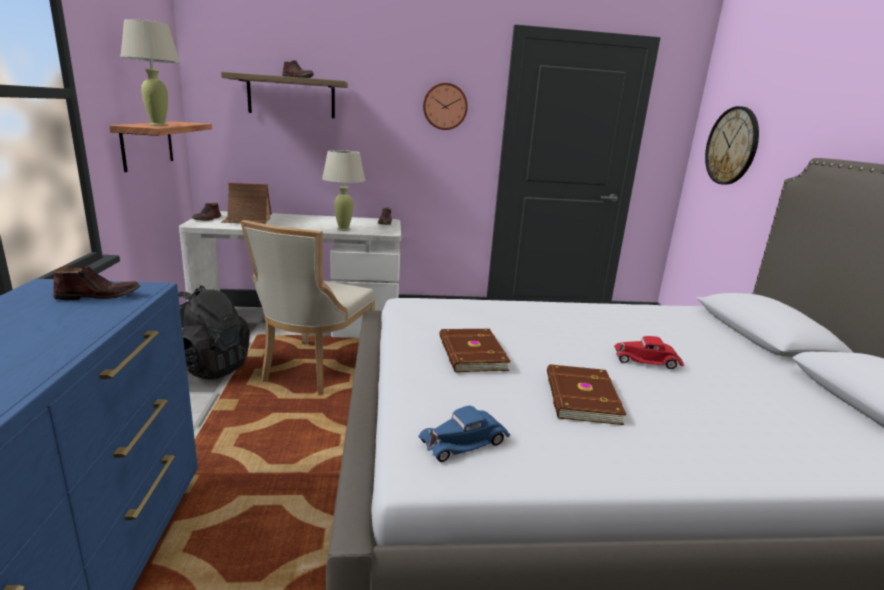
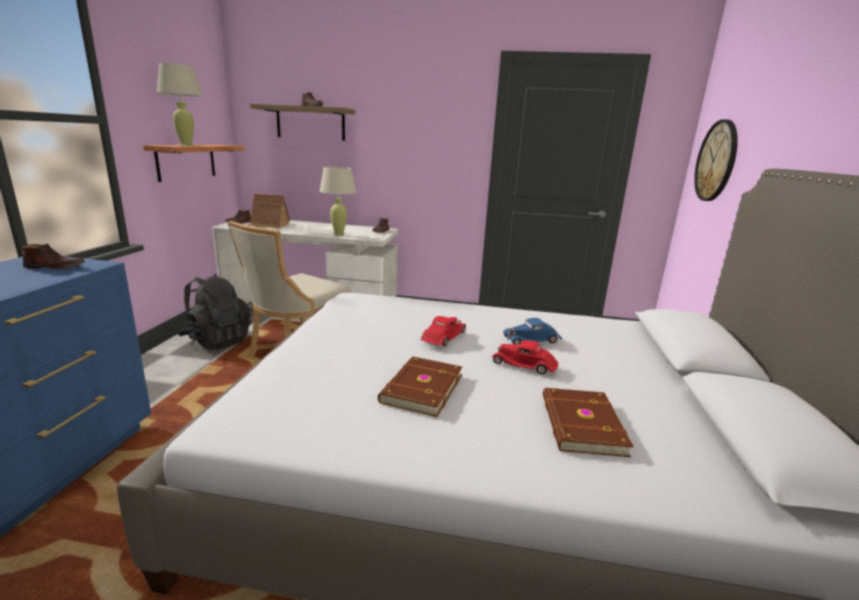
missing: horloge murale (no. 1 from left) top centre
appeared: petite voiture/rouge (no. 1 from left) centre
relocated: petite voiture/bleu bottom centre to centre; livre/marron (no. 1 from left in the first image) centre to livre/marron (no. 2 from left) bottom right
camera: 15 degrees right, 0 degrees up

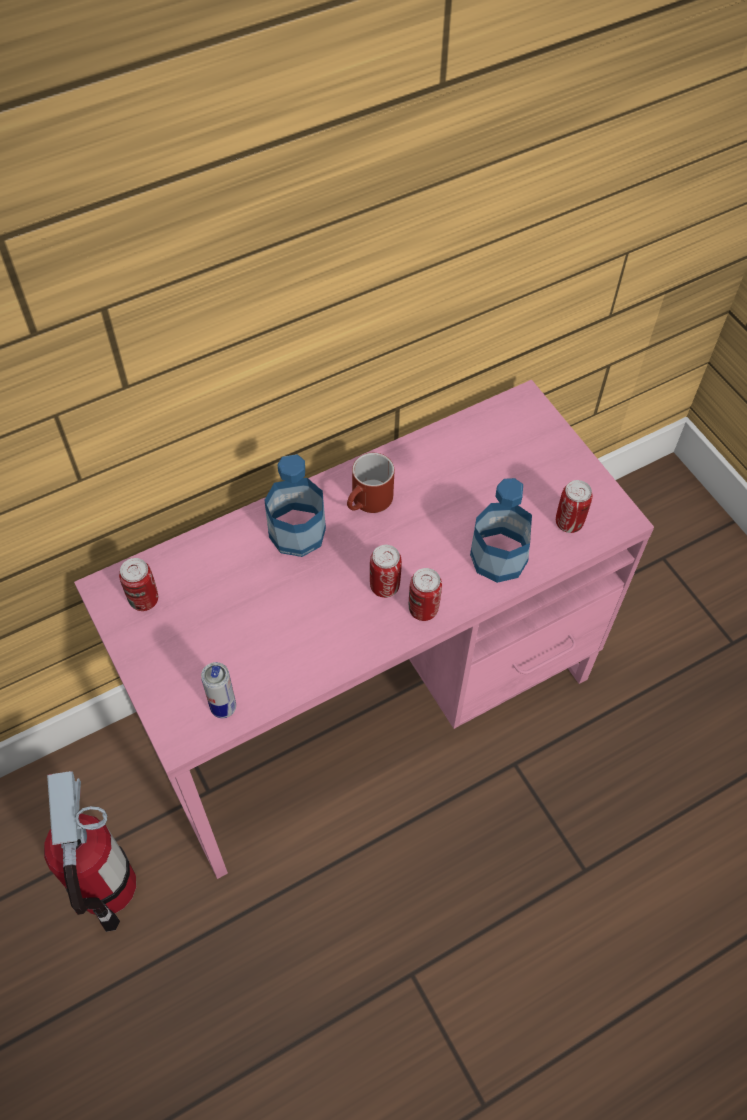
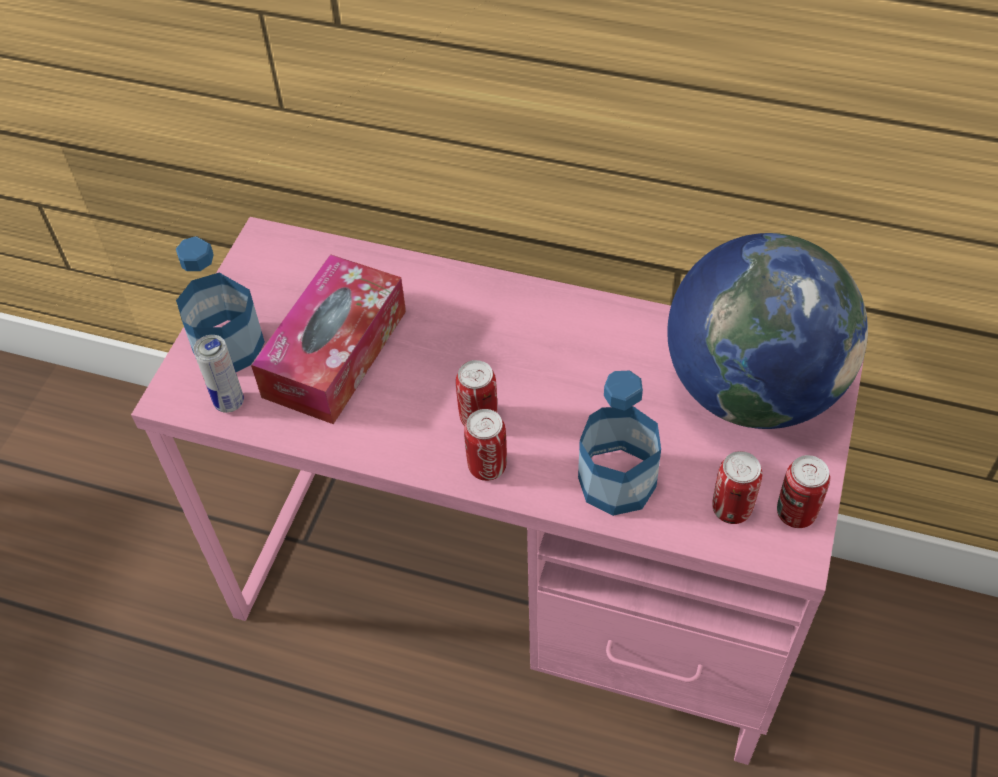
missing: extincteur bottom left; mug/rouge centre
appeared: boîte à mouchoirs middle left; globe middle right
relocated: bouteille (no. 1 from left) centre to middle left; boîte métallique (no. 1 from left in the first image) middle left to boîte métallique (no. 5 from left) middle right
camera: 50 degrees right, 5 degrees down

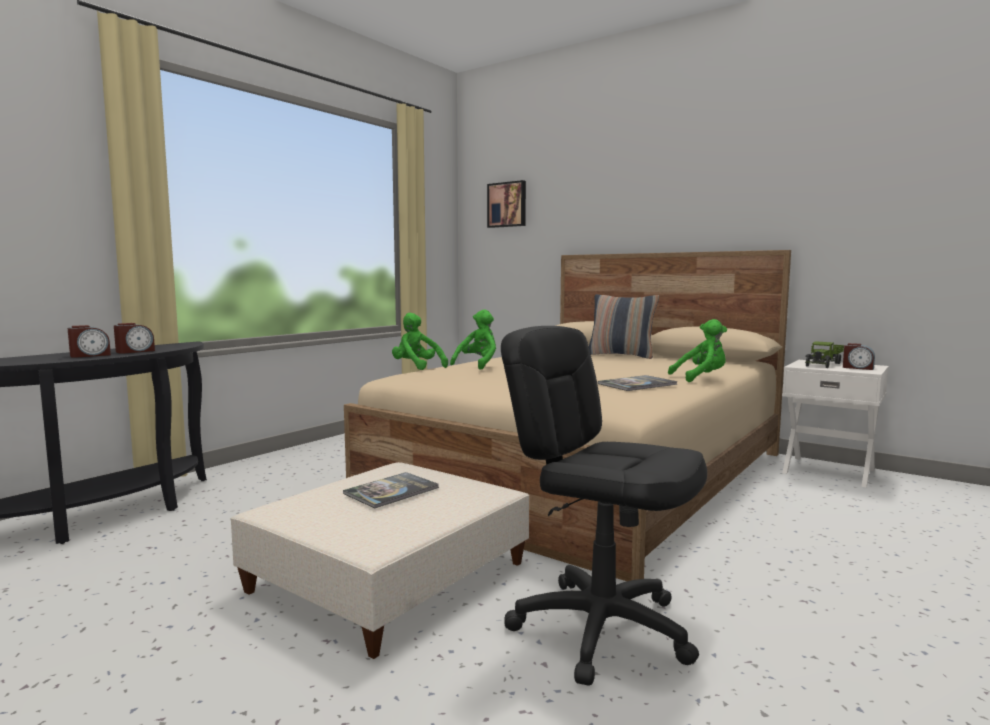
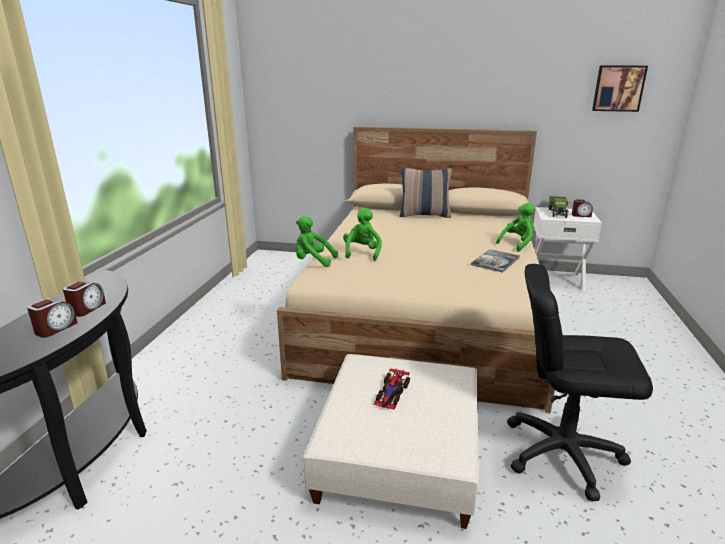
relocated: tableau top centre to top right
exchanged: livre (no. 1 from left) bottom centre to petite voiture bottom centre
camera: 25 degrees left, 15 degrees up

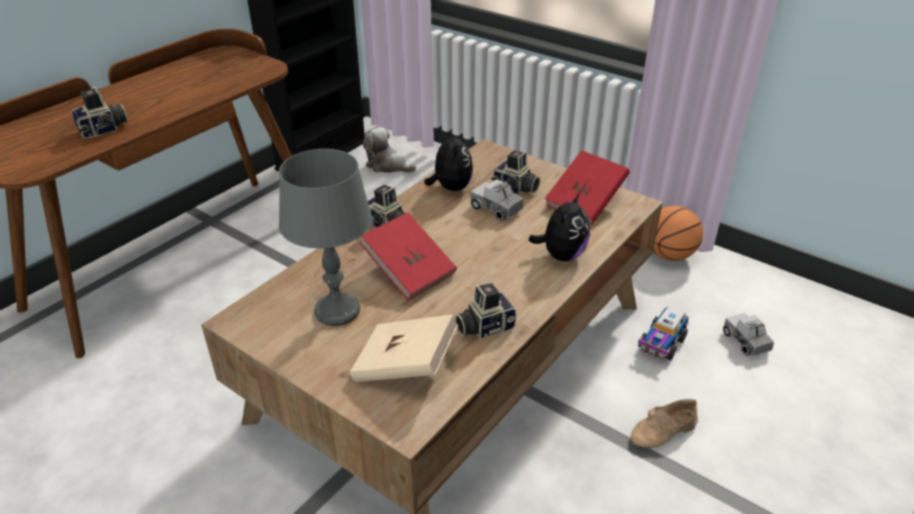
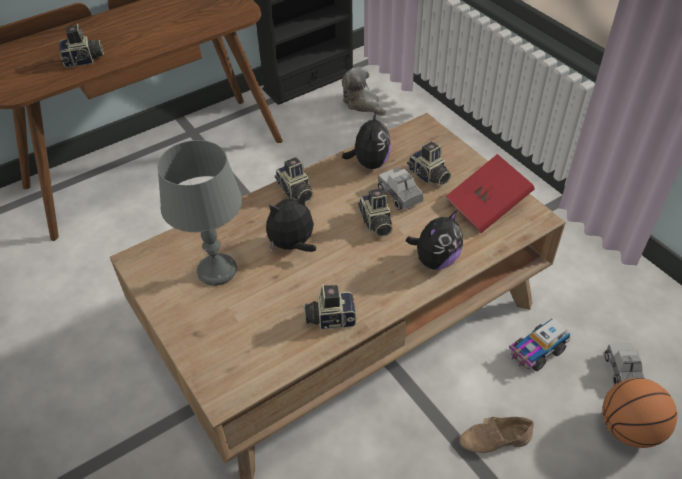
missing: livre/beige bottom centre
appeared: appareil photo (no. 4 from left) centre
relocated: ballon de basket middle right to bottom right
exchanged: livre/rouge (no. 1 from left) centre to peluche (no. 1 from left) centre
camera: 20 degrees right, 10 degrees up

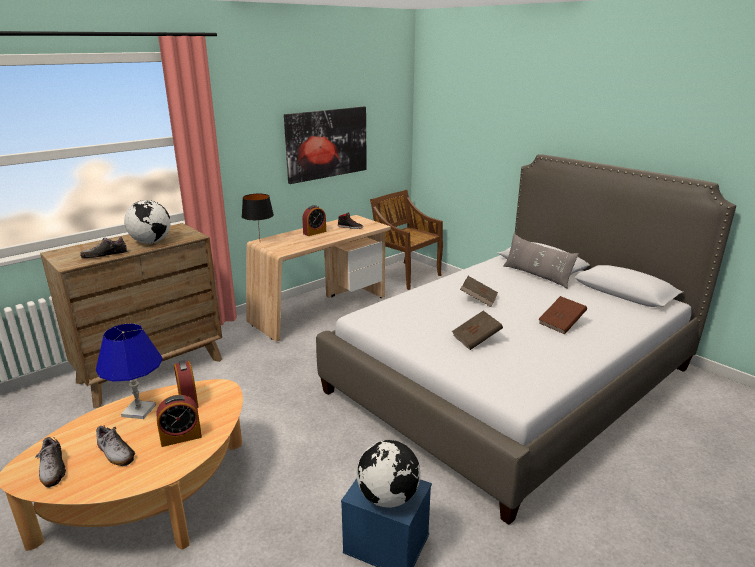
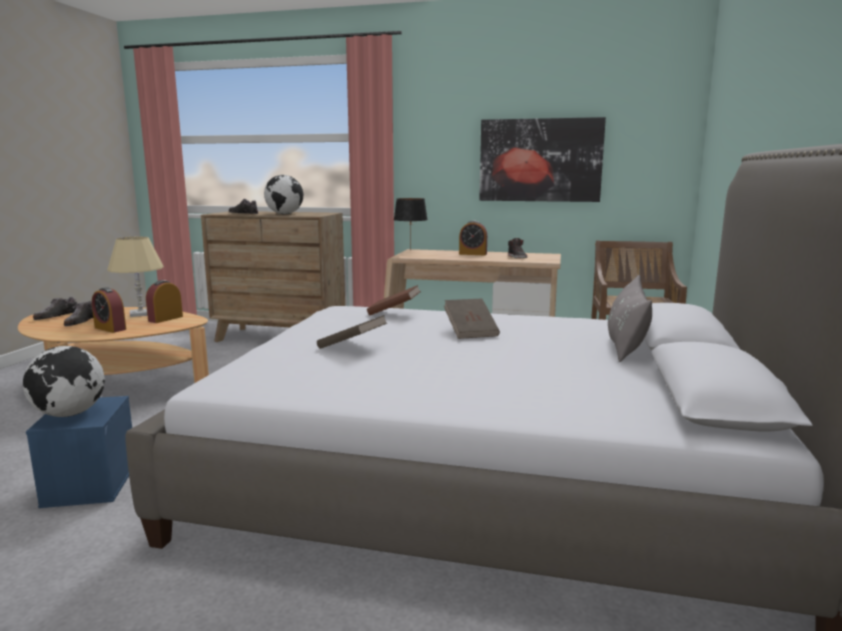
relocated: livre/marron (no. 3 from left in the first image) middle right to livre/marron (no. 2 from left) centre
colour: lampe de table/bleu middle left to lampe de table/beige middle left
camera: 55 degrees right, 10 degrees down

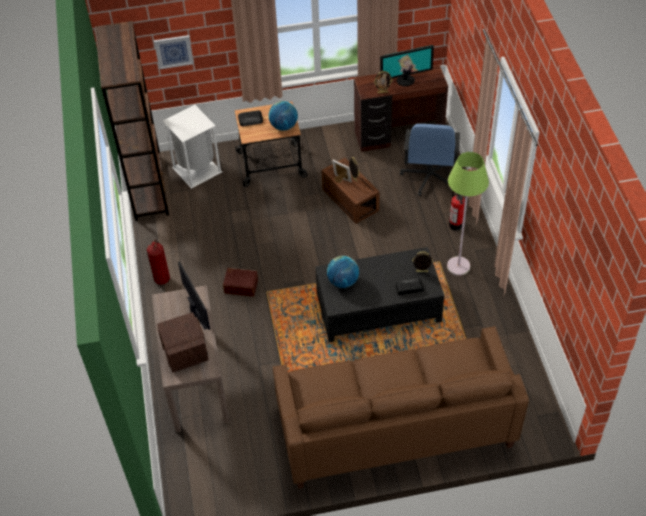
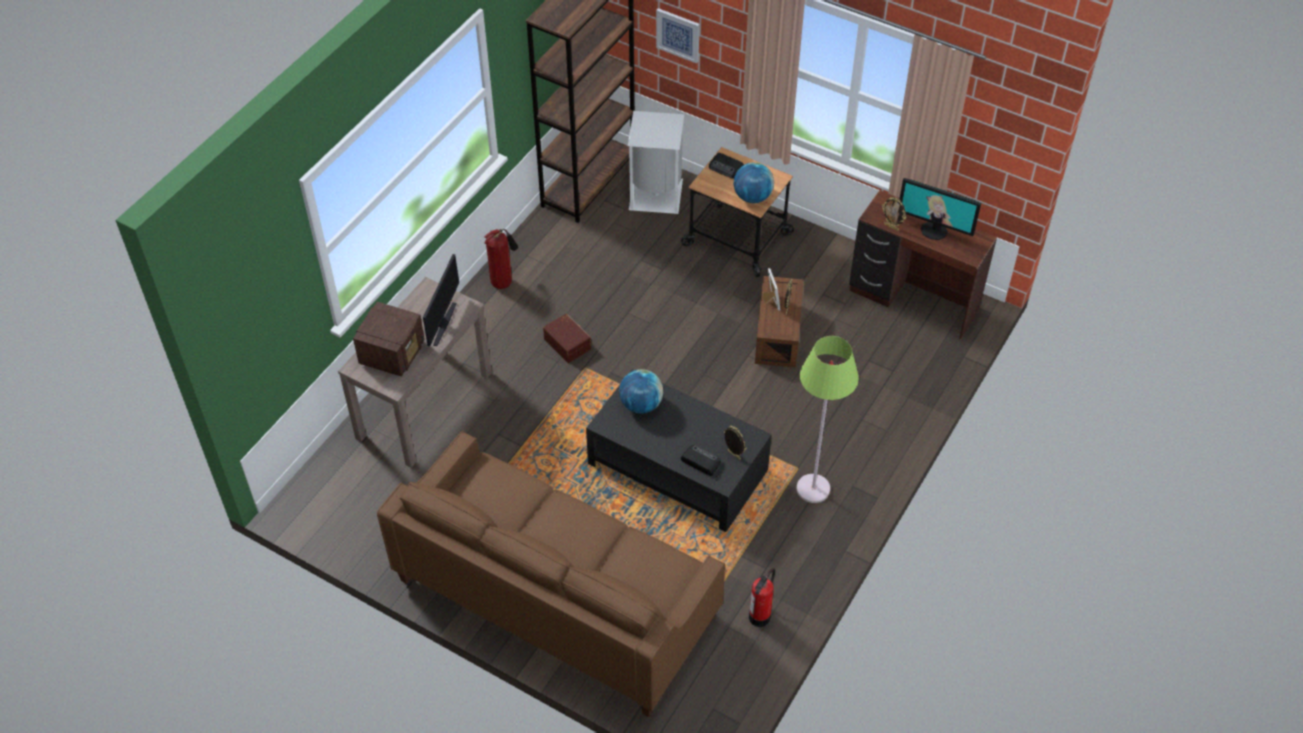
missing: chaise de bureau/bleu top centre
relocated: extincteur (no. 2 from left) middle right to bottom centre
camera: 40 degrees right, 0 degrees up

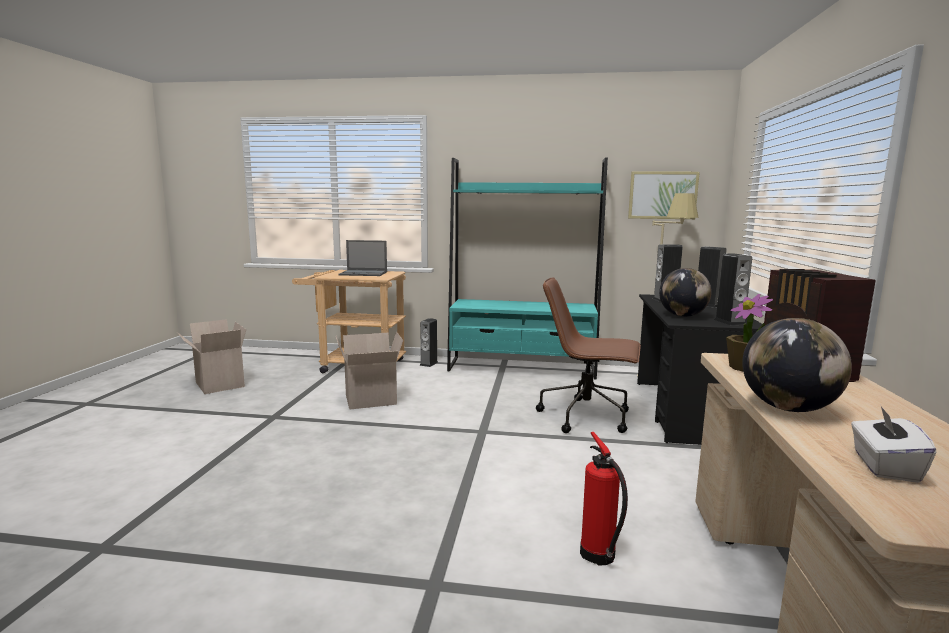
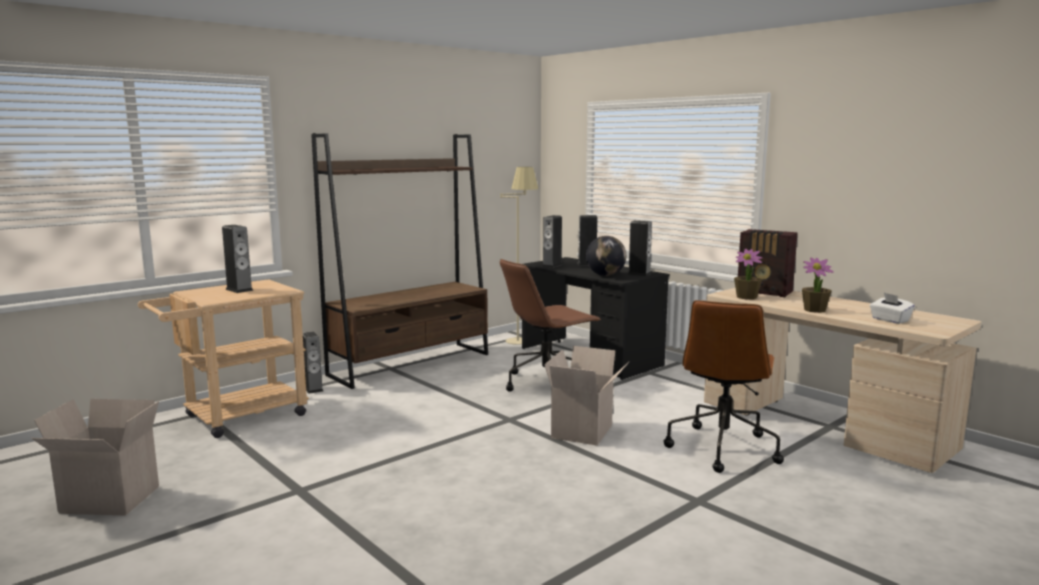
missing: tableau top right
relocated: carton (no. 2 from left) centre to bottom centre
exchanged: ordinateur portable centre to enceinte (no. 1 from left) middle left; extincteur bottom centre to chaise de bureau/marron (no. 2 from left) middle right; globe (no. 2 from left) middle right to plante en pot (no. 2 from left) middle right
colour: bibliothèque/turquoise centre to bibliothèque/marron centre
camera: 50 degrees left, 0 degrees up

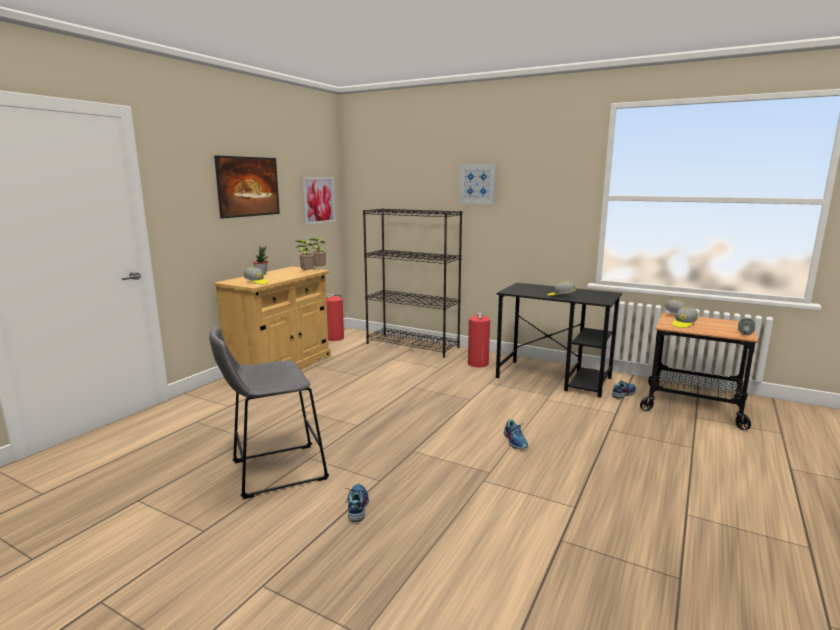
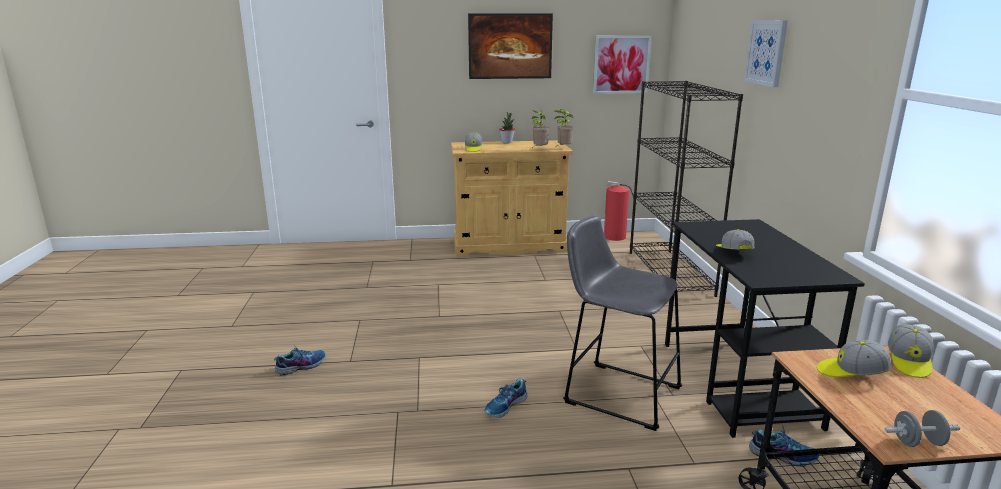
missing: extincteur (no. 2 from left) centre
relocated: tabouret/gris middle left to centre
camera: 55 degrees right, 5 degrees up

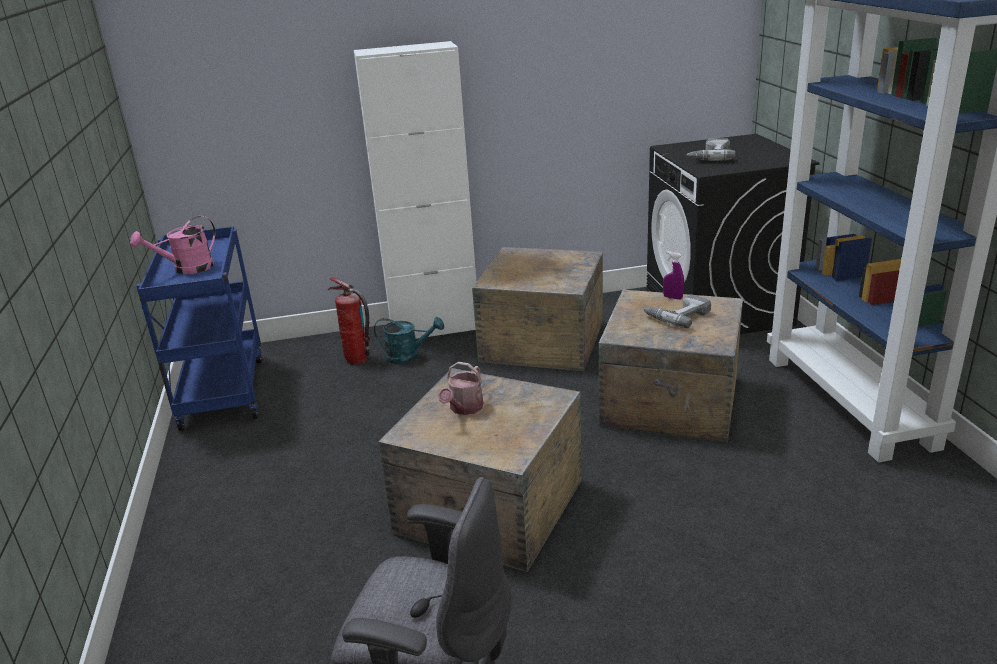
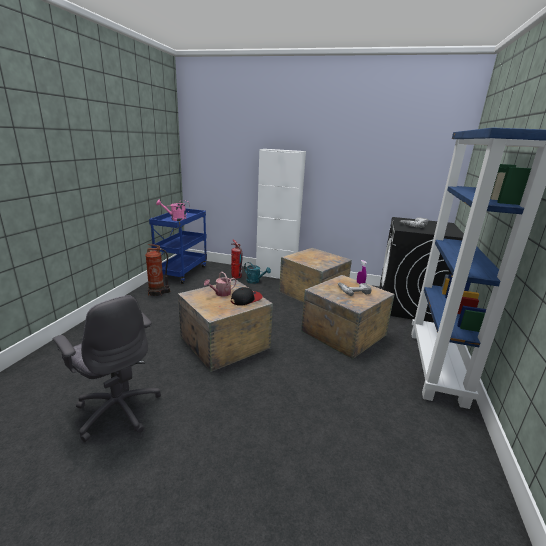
appeared: extincteur (no. 1 from left) middle left; casquette centre
camera: 25 degrees right, 5 degrees down

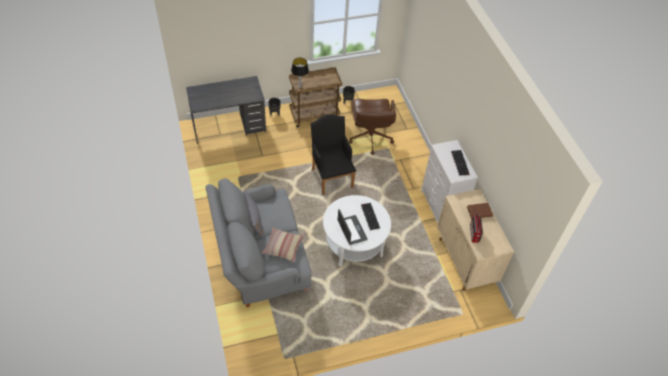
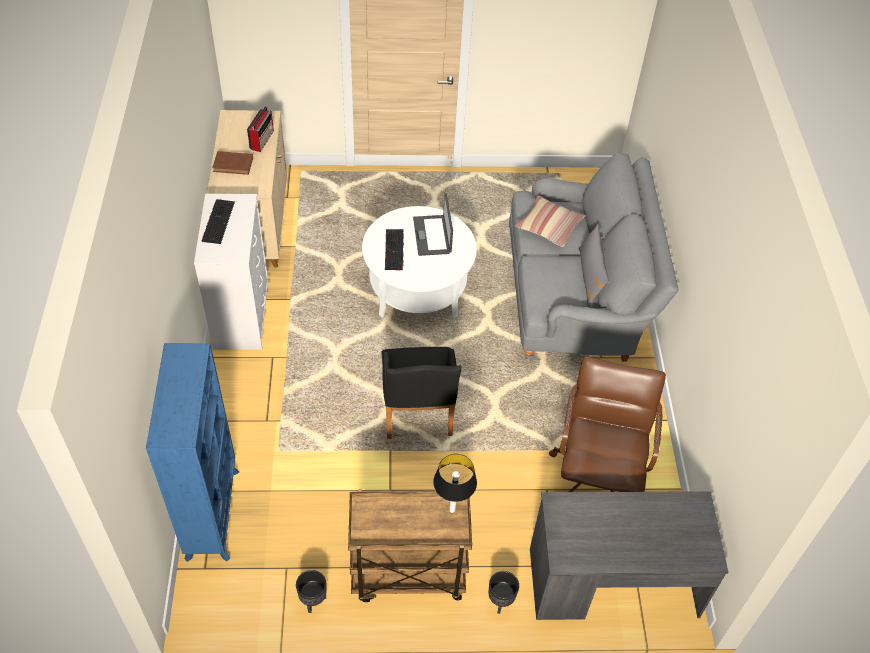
appeared: bibliothèque/bleu bottom left
relocated: chaise de bureau/marron centre to middle right
camera: 165 degrees left, 0 degrees up

